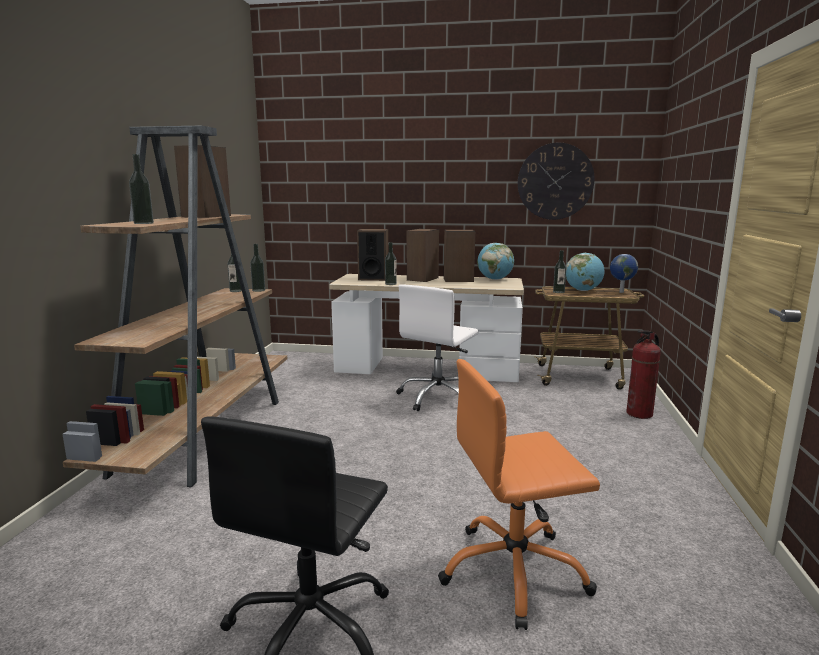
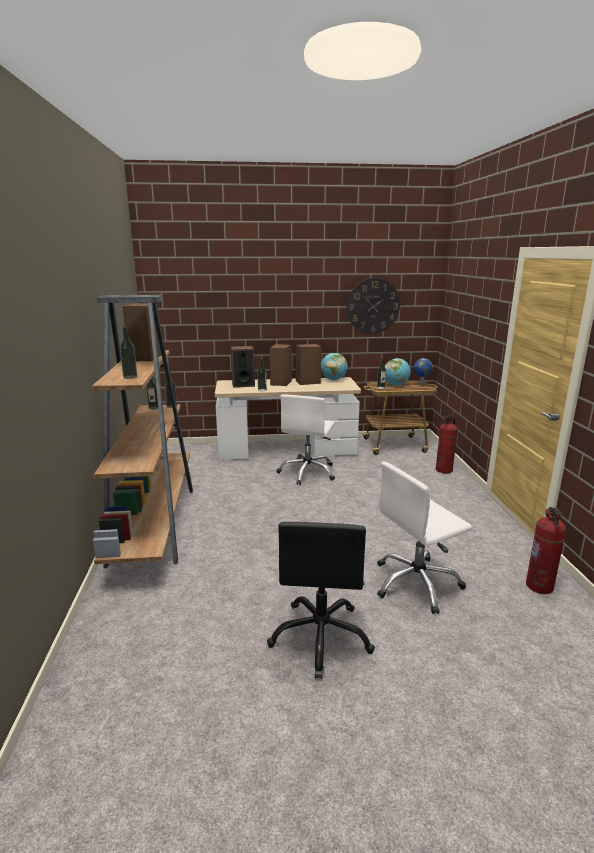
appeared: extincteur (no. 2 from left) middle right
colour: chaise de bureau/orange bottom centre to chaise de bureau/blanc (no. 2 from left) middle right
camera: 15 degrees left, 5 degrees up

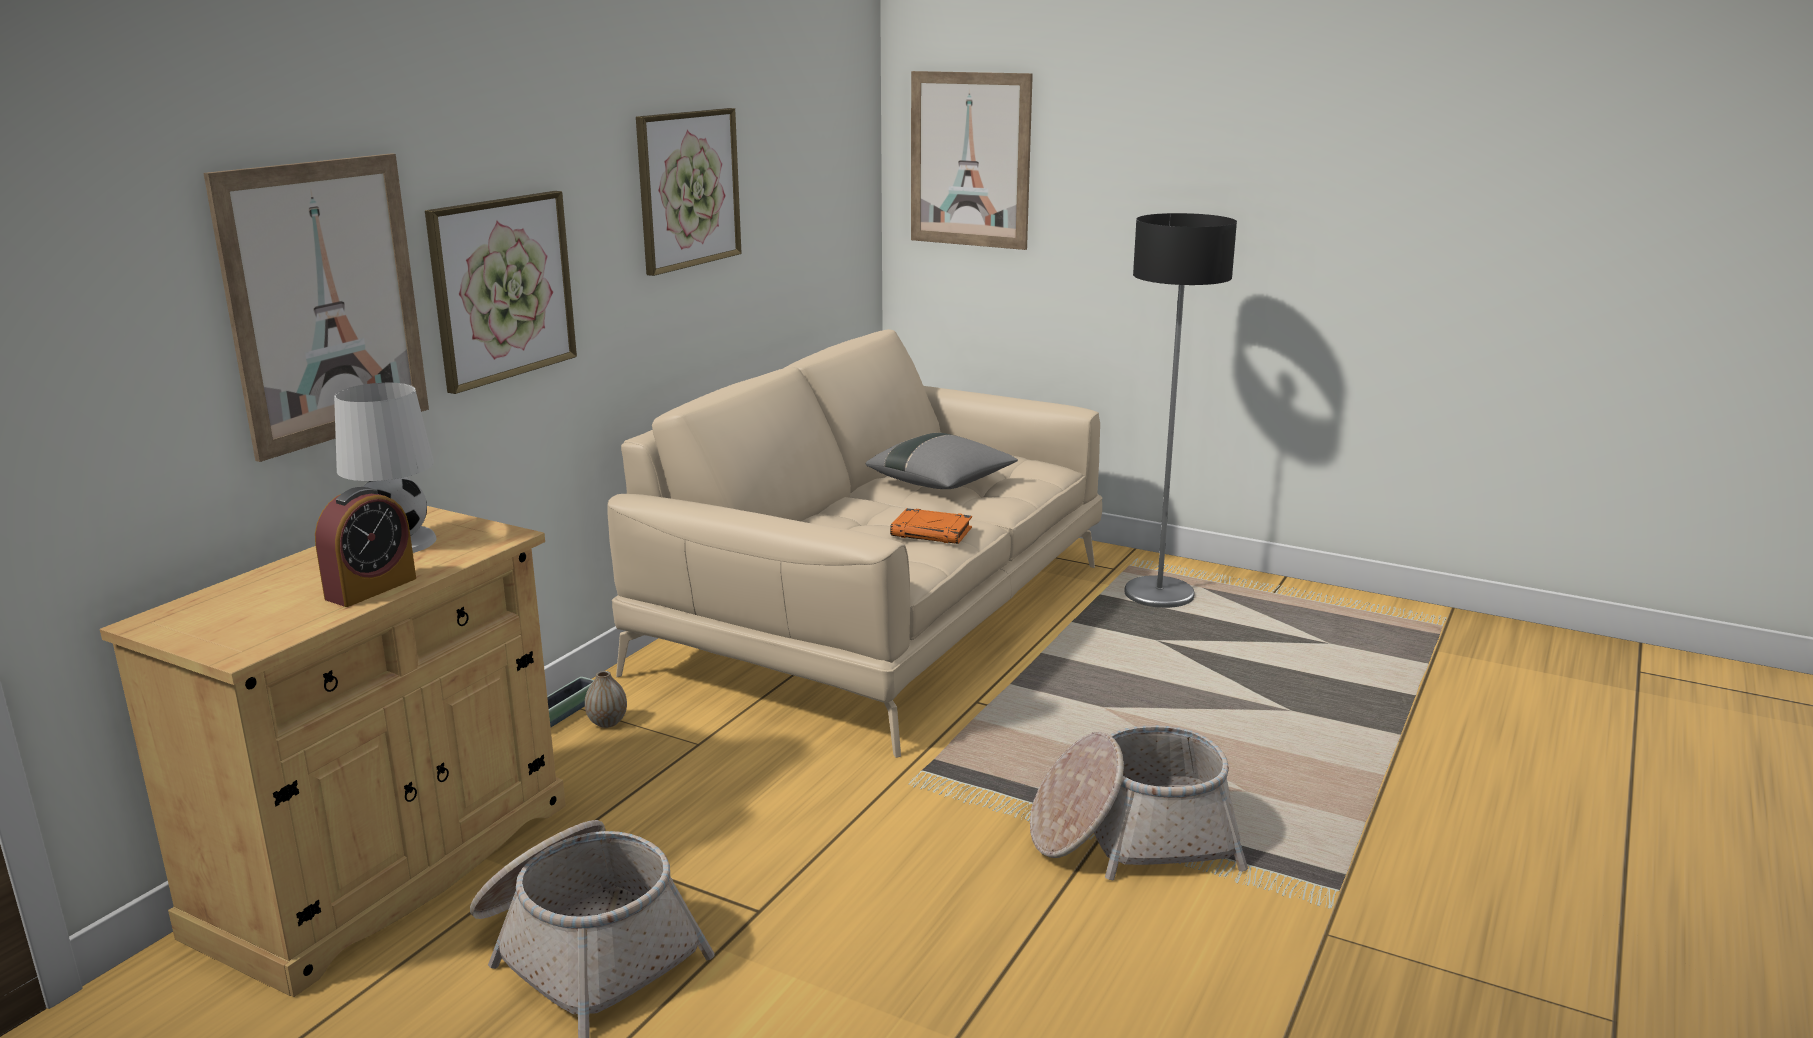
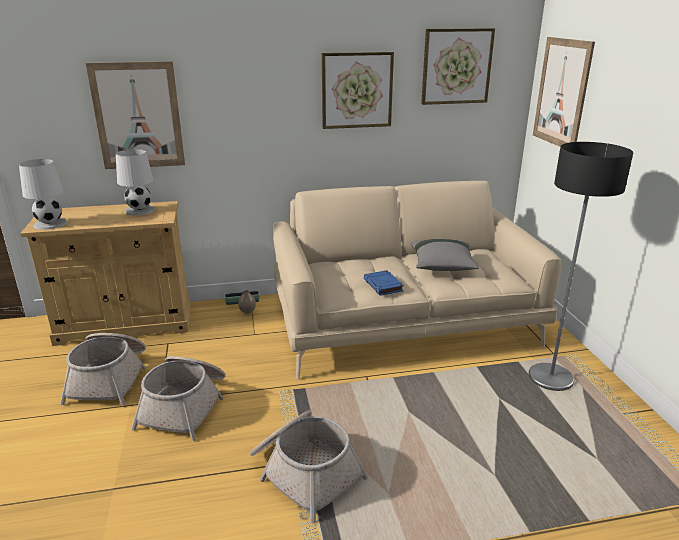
missing: réveil middle left
appeared: lampe de table/blanc (no. 1 from left) middle left; panier (no. 2 from left) bottom left
relocated: tableau (no. 2 from left in the first image) top left to tableau (no. 3 from left) top right
colour: livre/orange centre to livre/bleu centre
camera: 50 degrees right, 5 degrees up

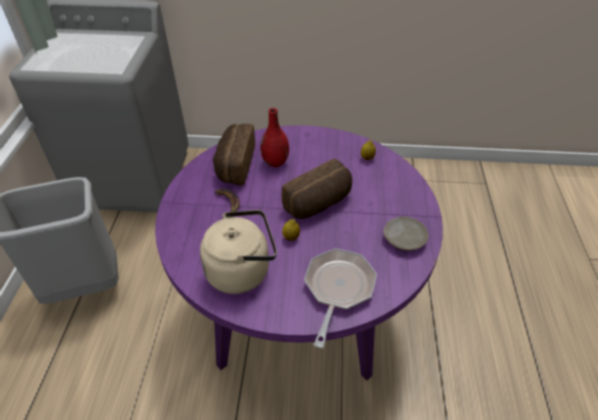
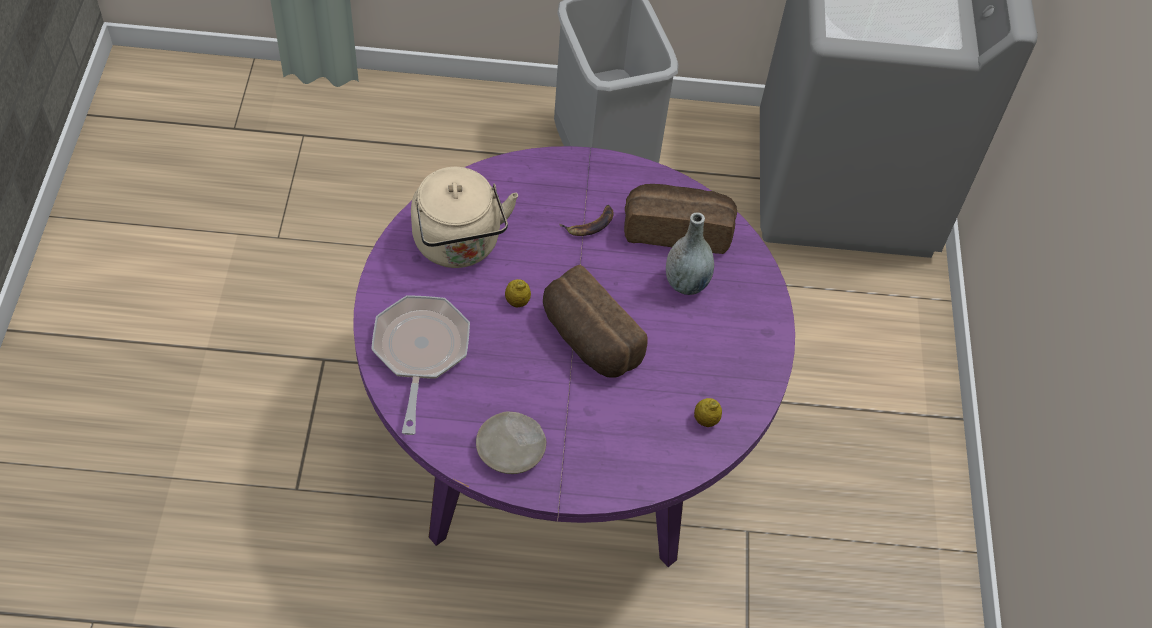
colour: vase/rouge top centre to vase/gris centre
spun: poêle bottom centre = centre 105 degrees counterclockwise
camera: 85 degrees right, 10 degrees up

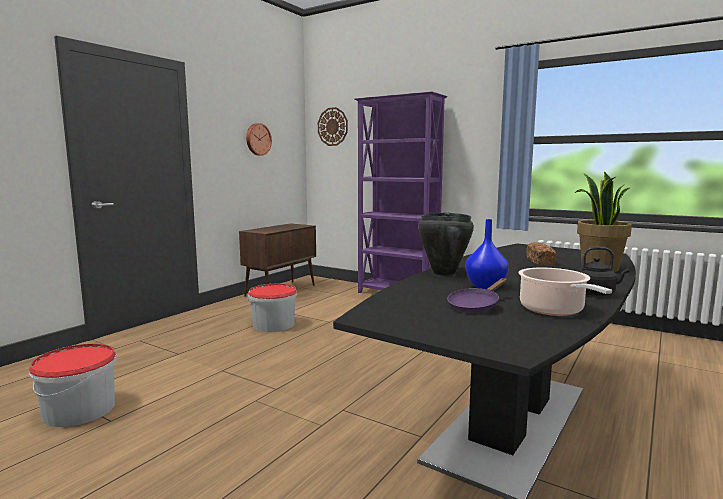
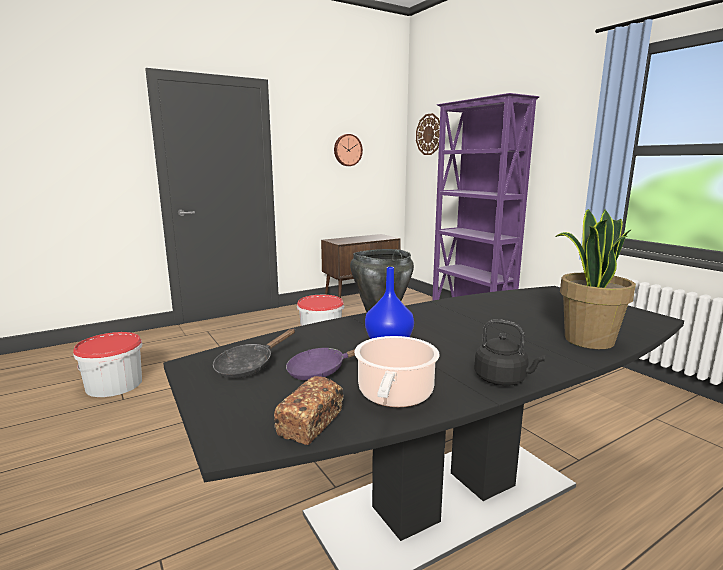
appeared: poêle/noir centre
relocated: pain middle right to bottom centre
camera: 25 degrees right, 5 degrees up

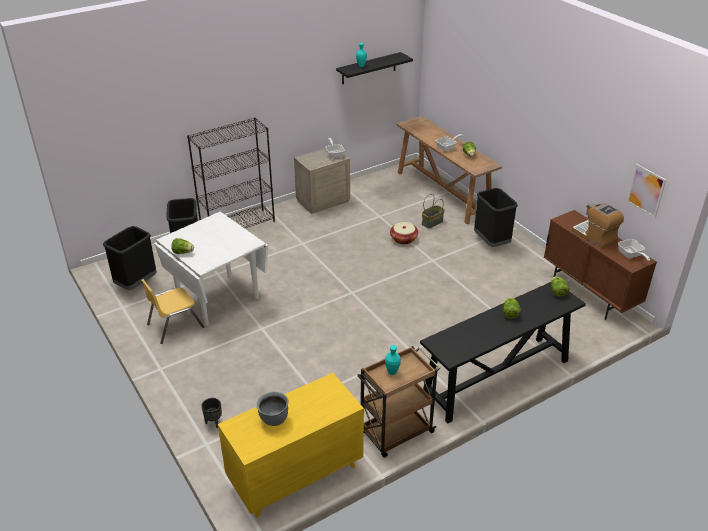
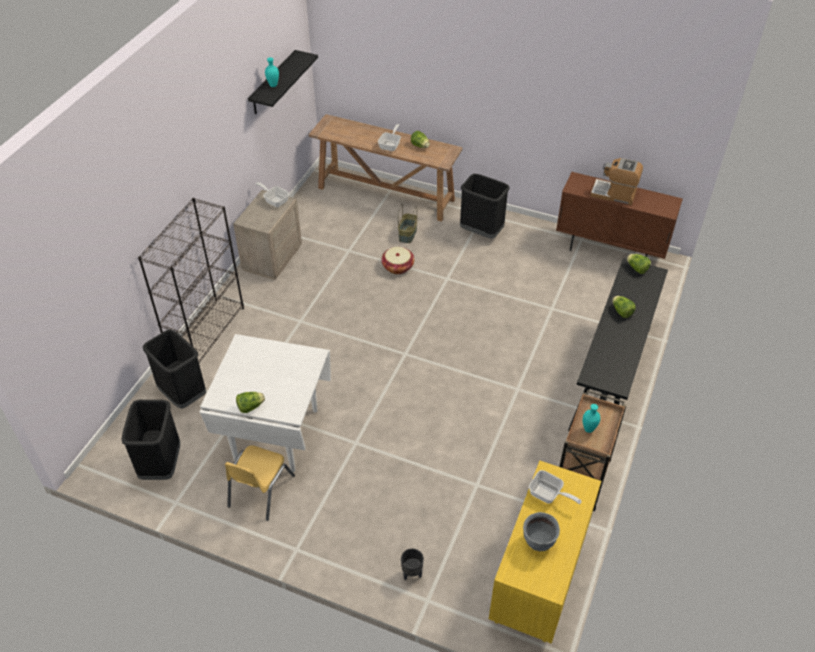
missing: tableau middle right
relocated: poêle (no. 3 from left) middle right to bottom right
camera: 35 degrees left, 10 degrees up

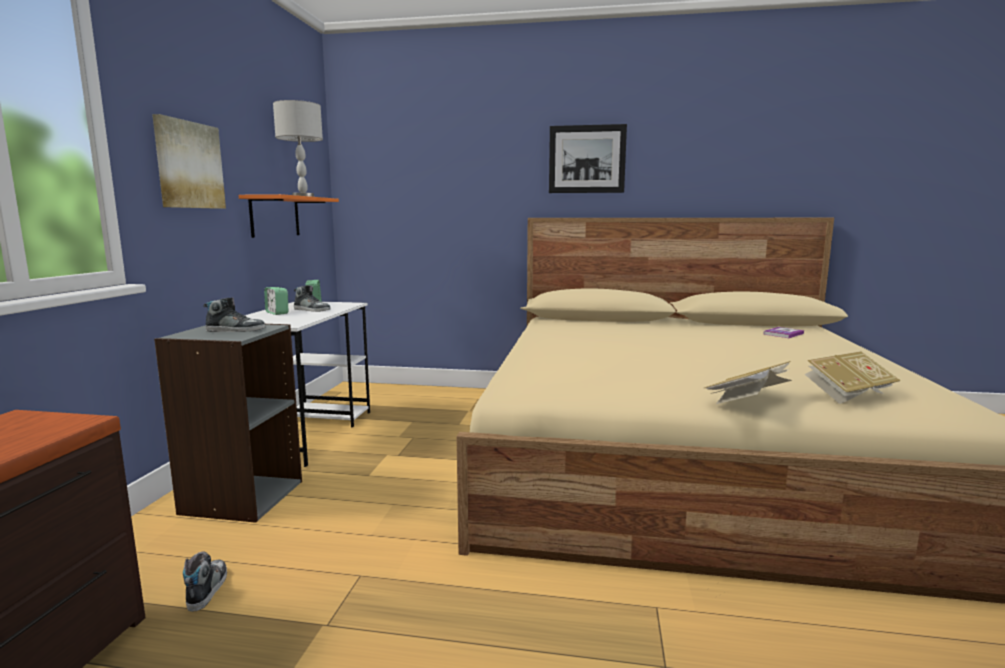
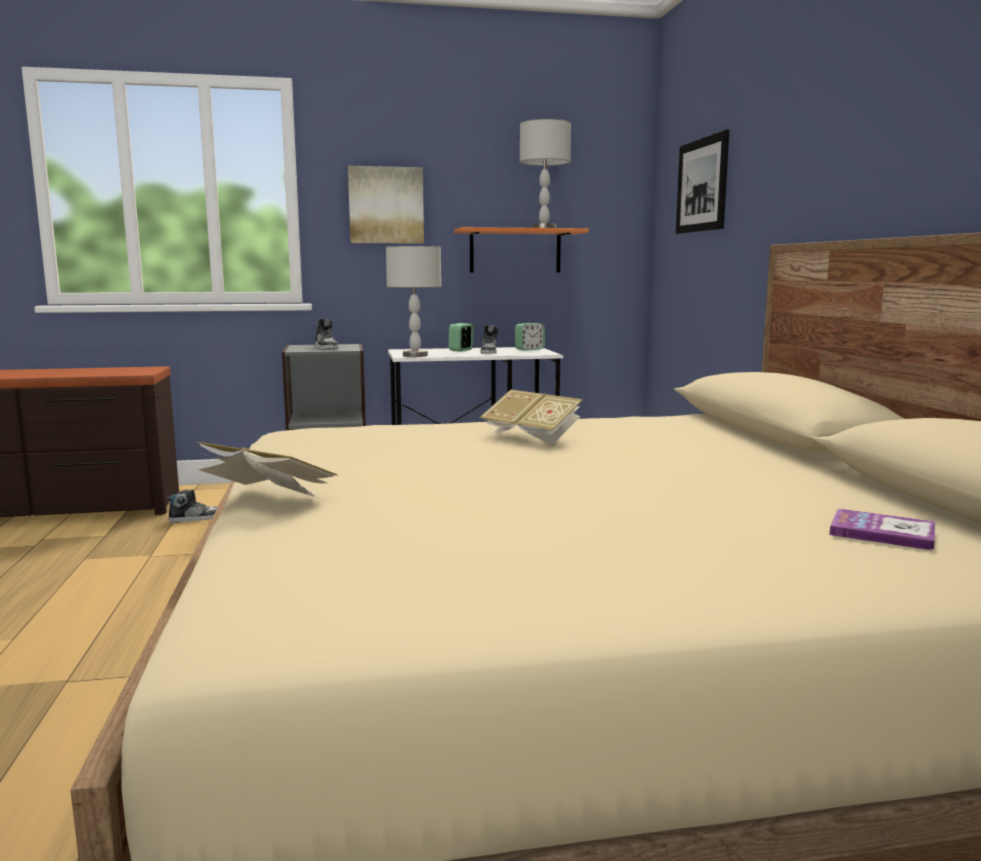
appeared: lampe de table/gris (no. 1 from left) centre
relocated: livre (no. 3 from left in the first image) middle right to livre (no. 2 from left) centre; tableau (no. 2 from left) top centre to top right
camera: 70 degrees right, 0 degrees up

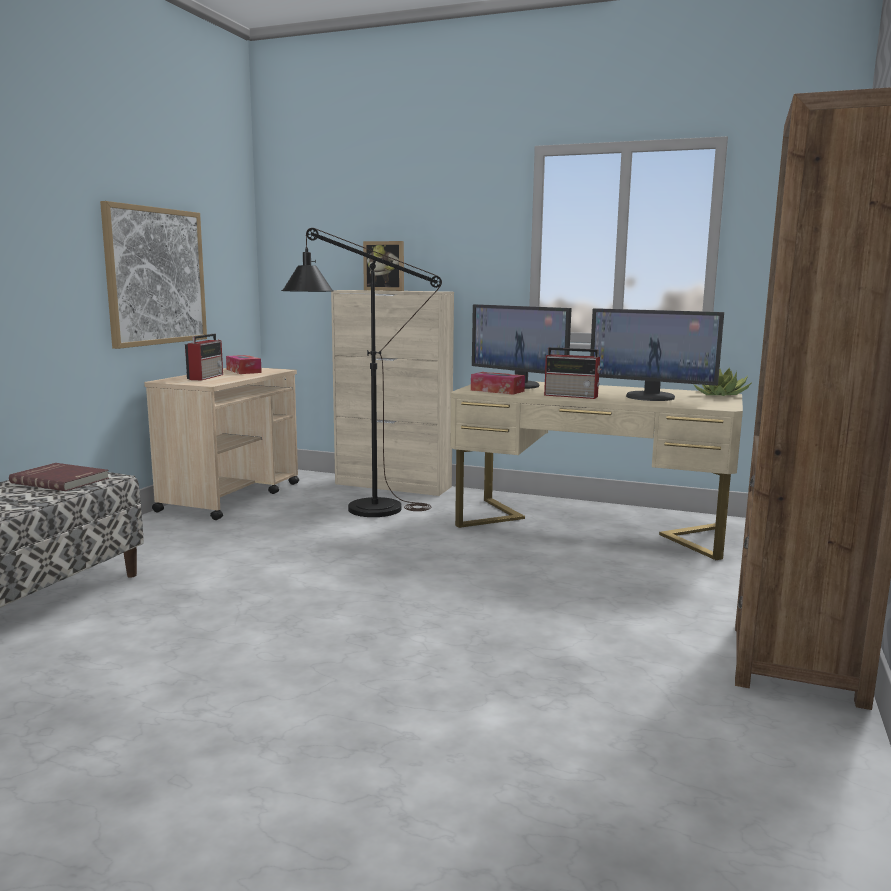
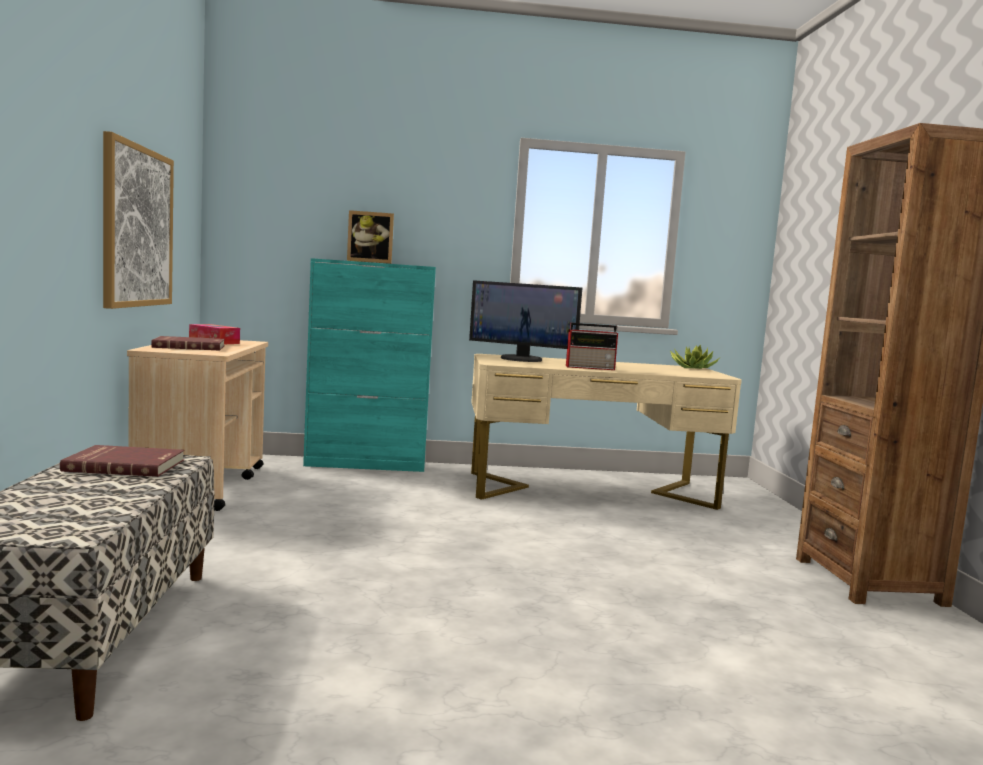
missing: lampadaire/noir centre; boîte à mouchoirs (no. 2 from left) centre; écran d'ordinateur (no. 2 from left) middle right
exchanged: radio (no. 1 from left) middle left to livre/rouge (no. 2 from left) middle left
colour: meuble de rangement/beige centre to meuble de rangement/turquoise centre
camera: 25 degrees left, 5 degrees down

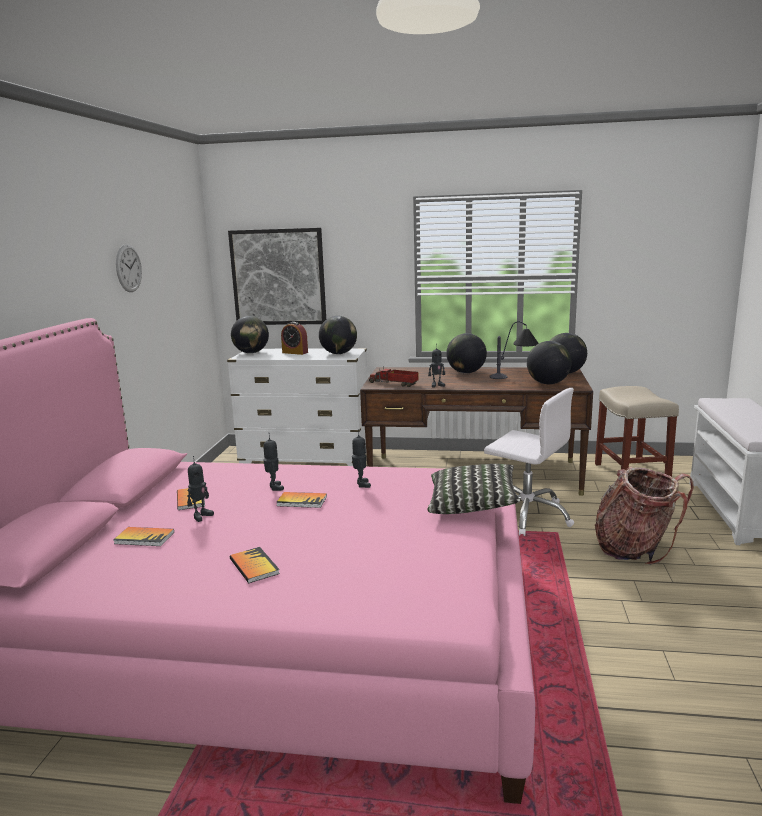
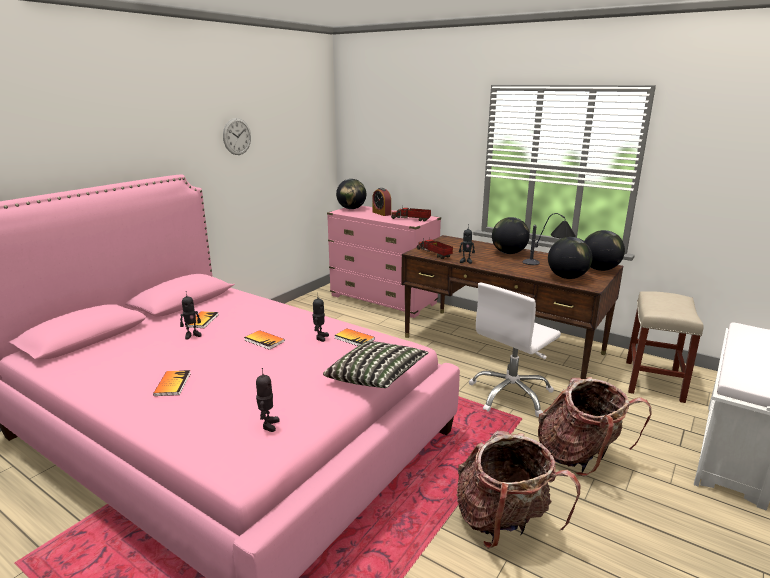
missing: tableau centre
appeared: sac à dos (no. 1 from left) bottom right
relocated: robot jouet (no. 2 from left) centre to bottom centre; livre (no. 1 from left in the first image) middle left to livre (no. 4 from left) centre
exchanged: globe (no. 2 from left) centre to camion jouet (no. 1 from left) centre
colour: commode/blanc centre to commode/rose centre
spun: chaise de bureau/blanc middle right = middle right 75 degrees clockwise
camera: 25 degrees right, 5 degrees up

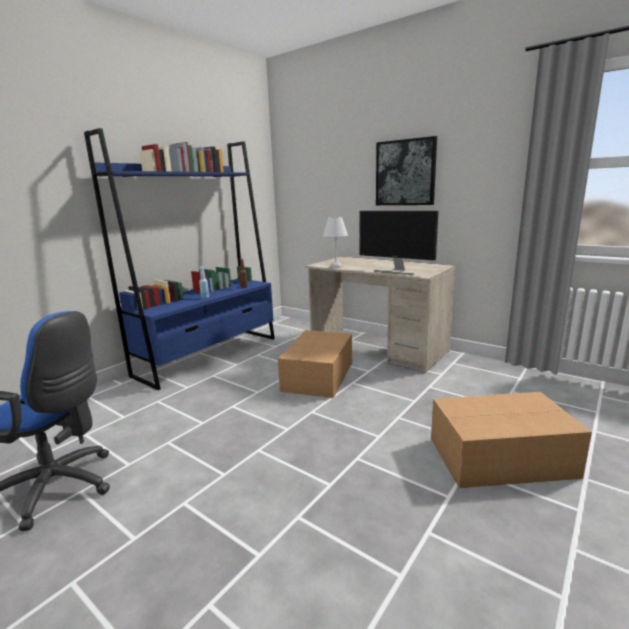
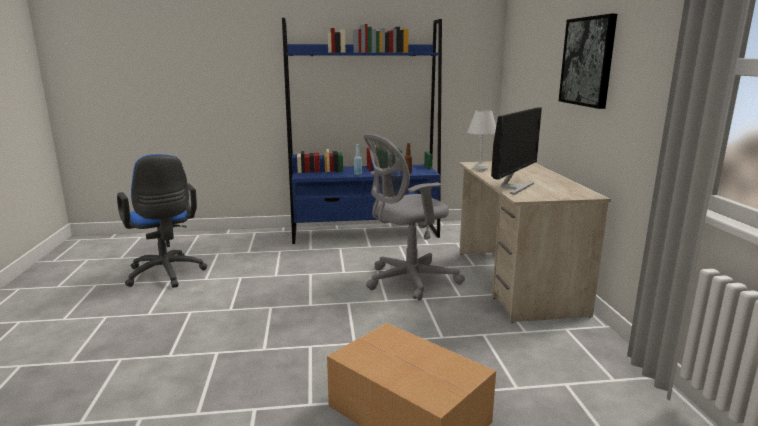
exchanged: carton (no. 1 from left) centre to chaise de bureau/gris centre
spun: écran d'ordinateur centre = middle right 135 degrees counterclockwise
camera: 45 degrees right, 0 degrees up

